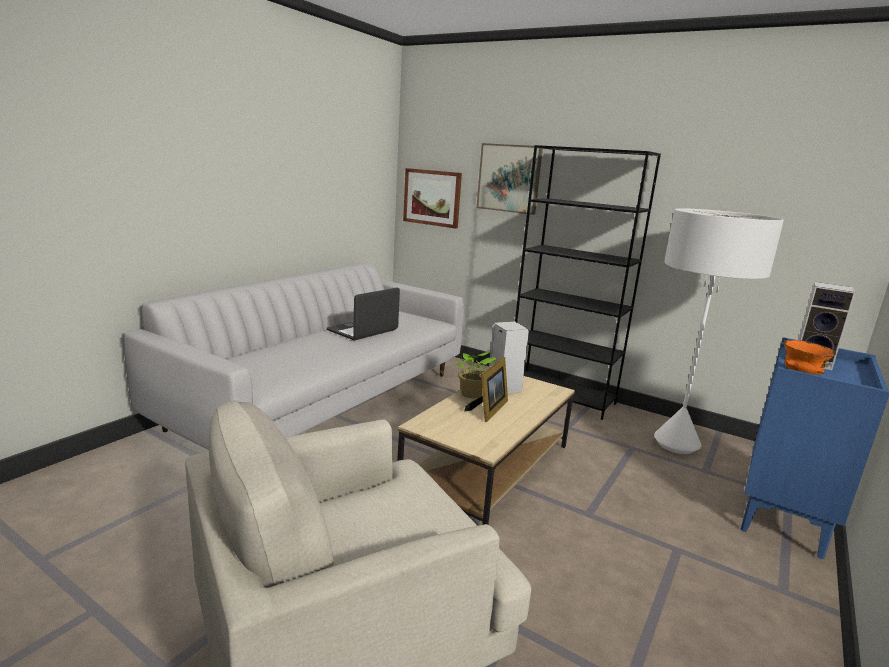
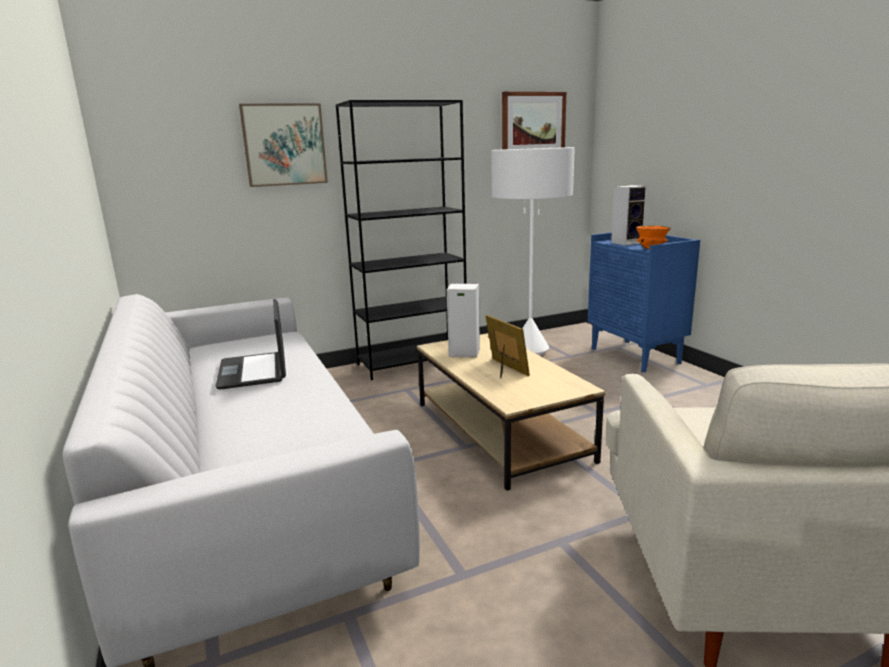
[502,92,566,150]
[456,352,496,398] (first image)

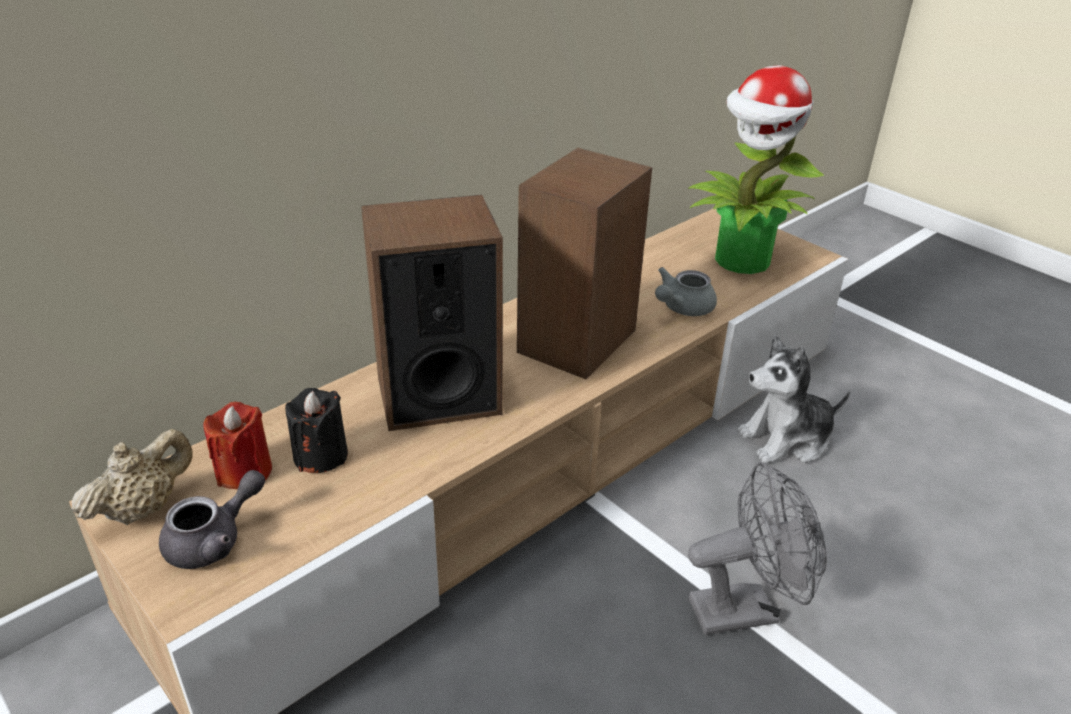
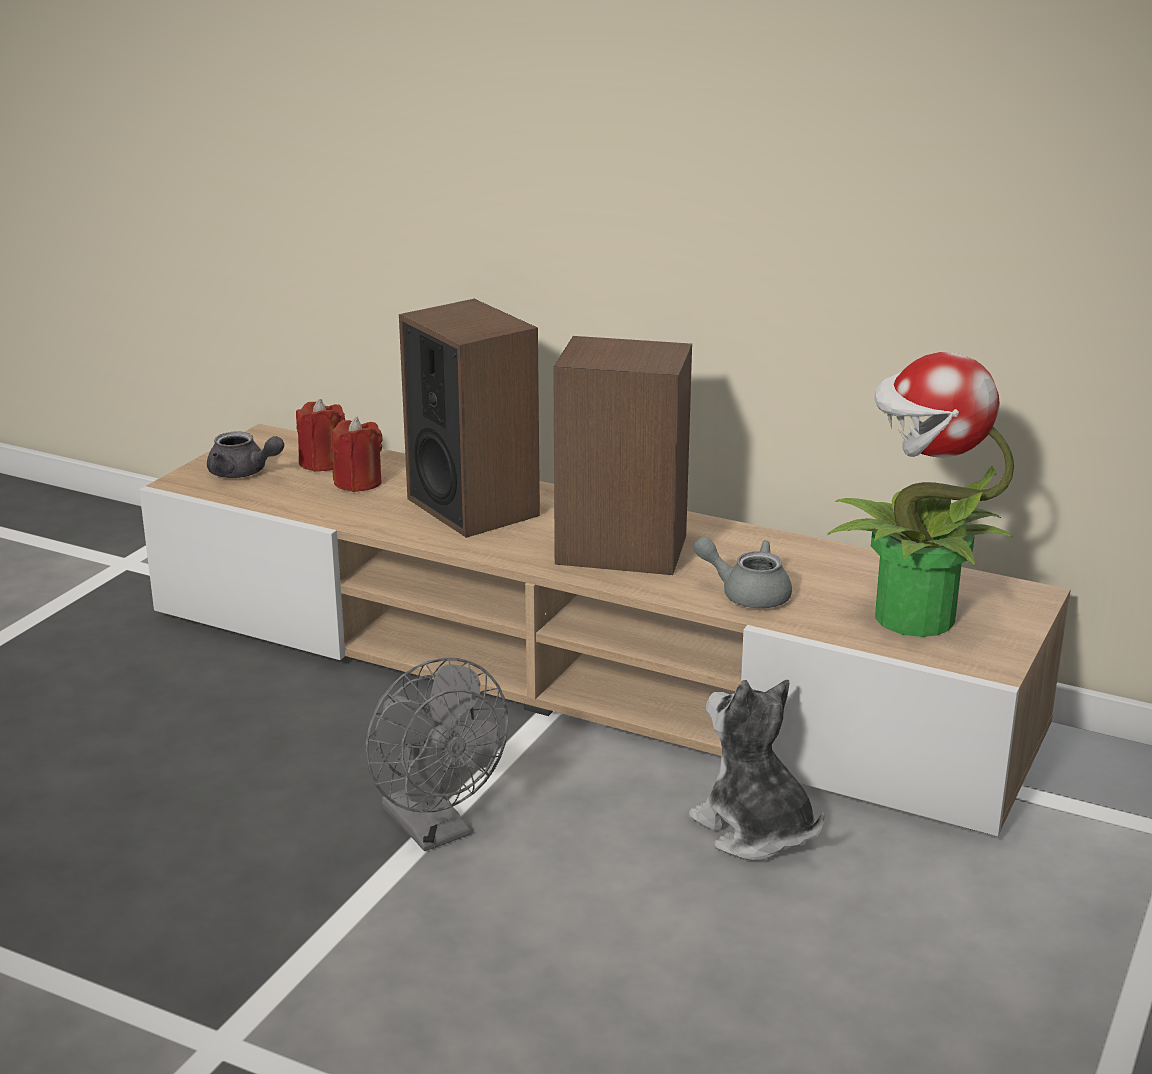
[331,417,383,492]
[72,429,193,525] (first image)

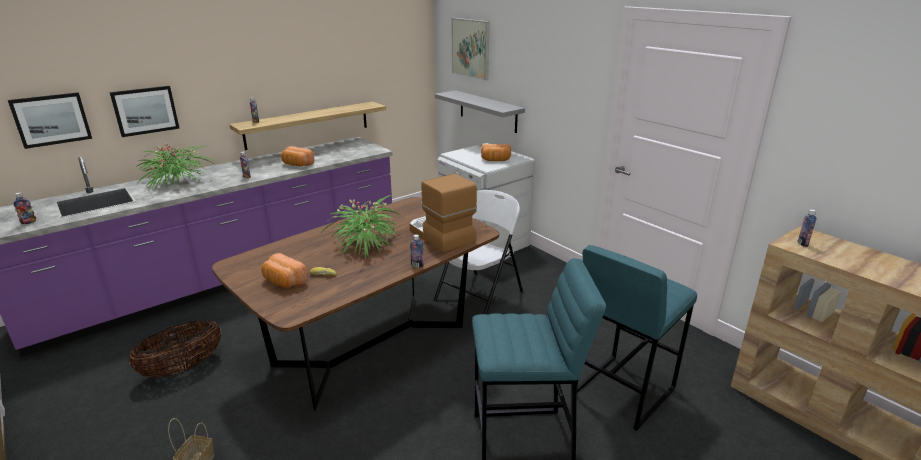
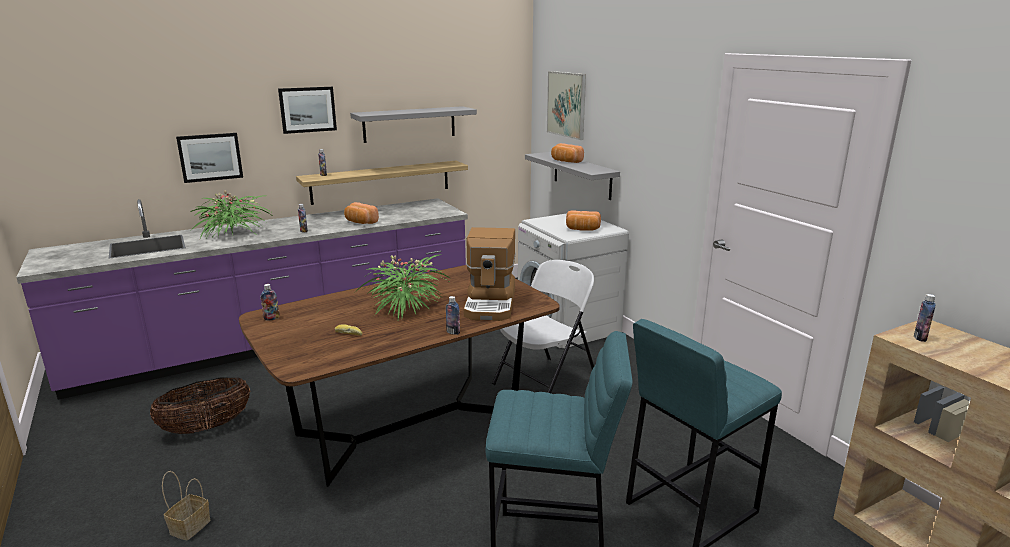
[260,284,279,321]
[278,87,337,134]
[350,106,477,143]
[464,227,516,321]
[551,143,584,163]

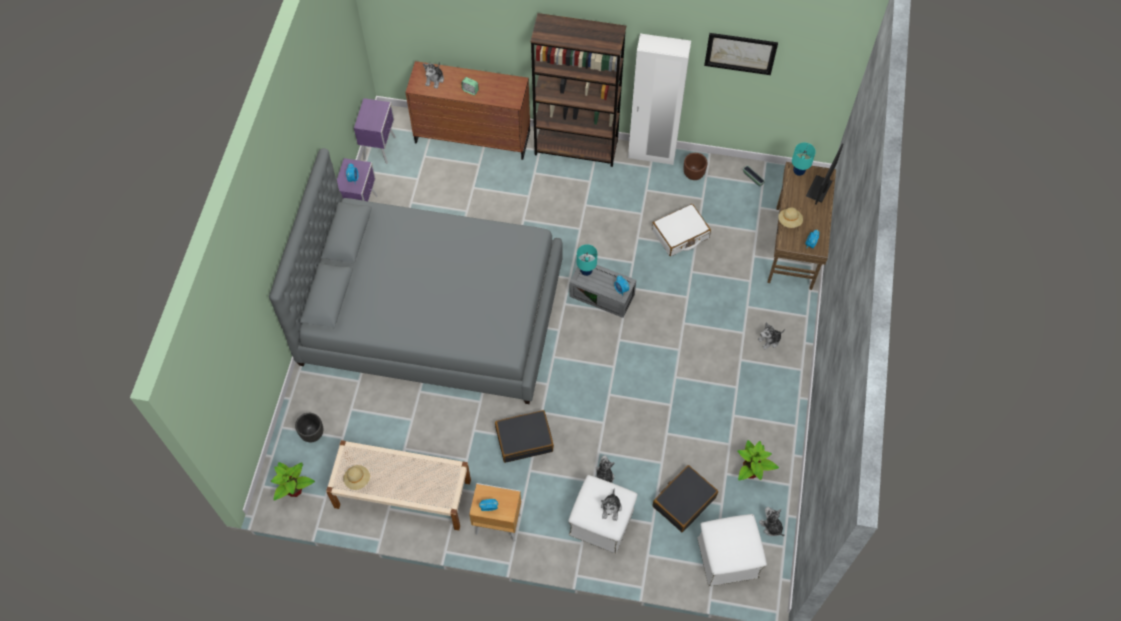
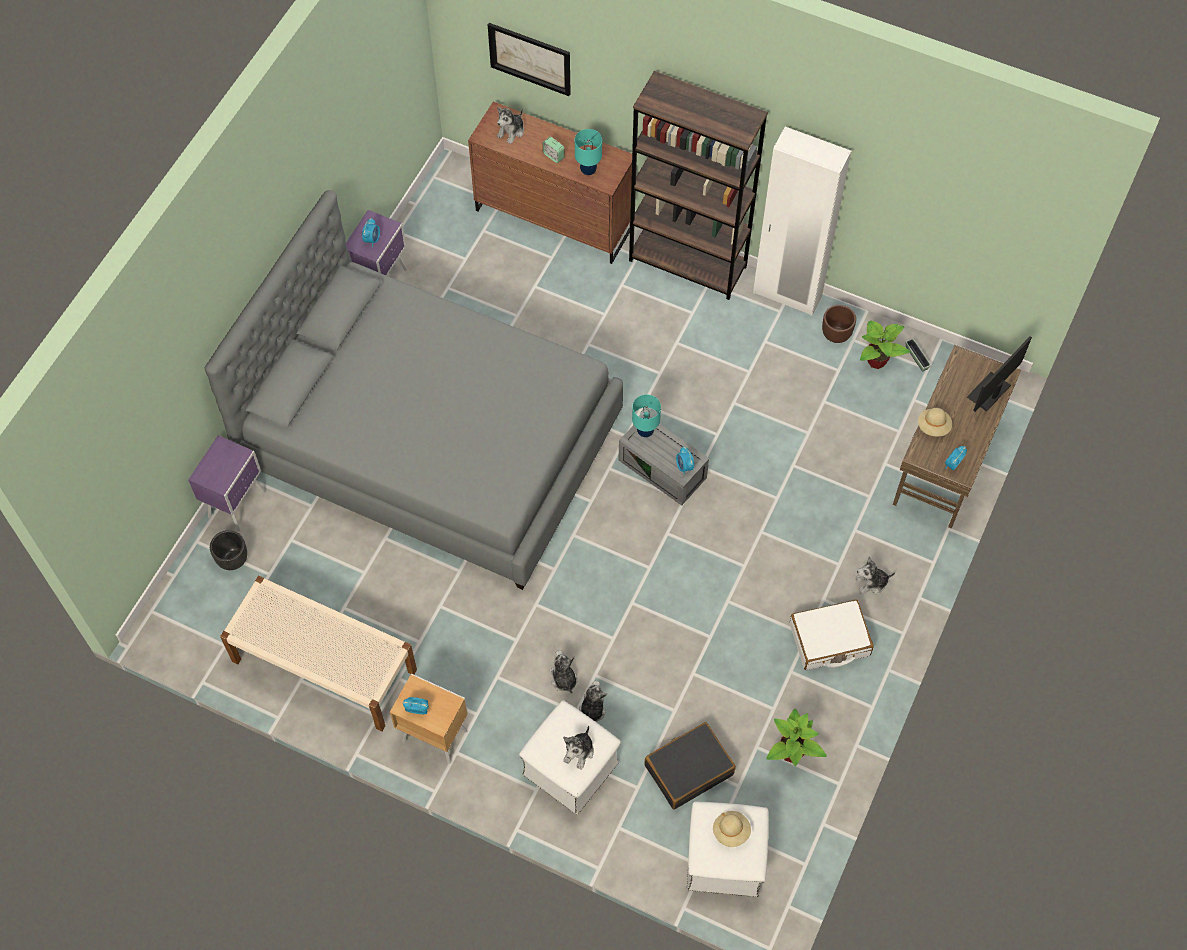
[188,435,265,531]
[488,23,571,96]
[550,650,578,693]
[575,129,602,175]
[713,811,751,847]
[790,599,874,670]
[860,320,910,369]
[495,410,554,463] (first image)

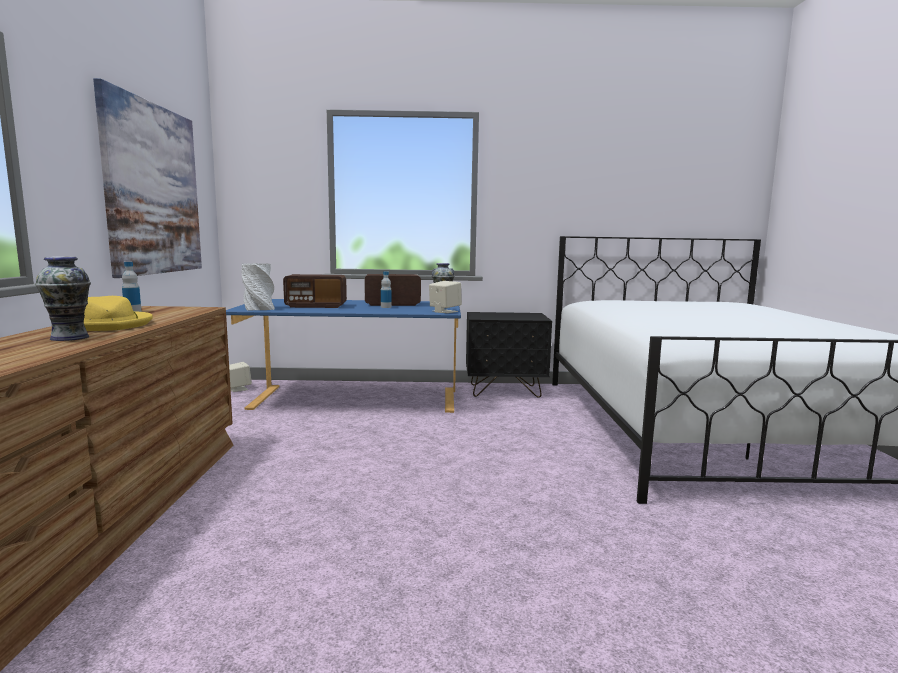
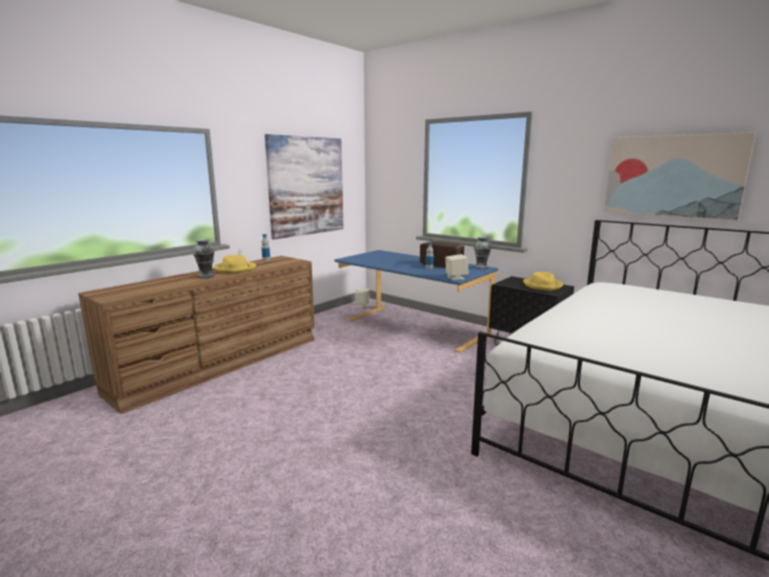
[523,272,563,291]
[604,132,756,220]
[242,263,275,311] (first image)
[283,274,347,308] (first image)

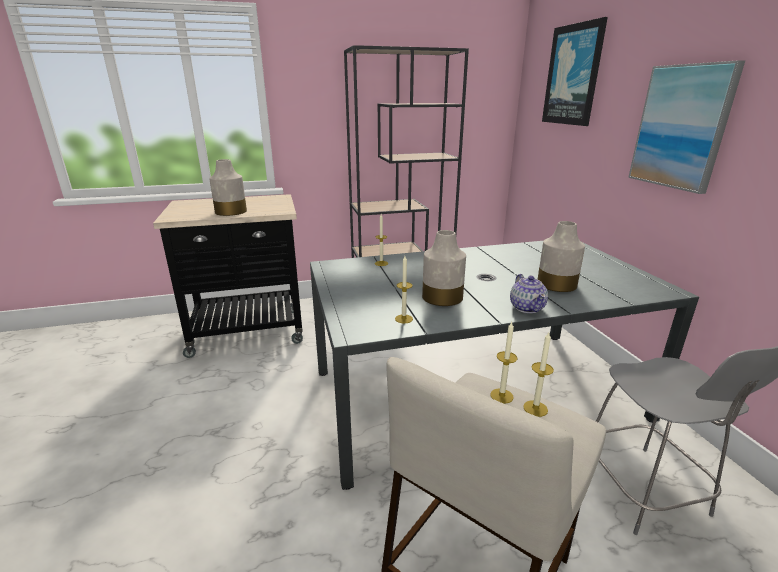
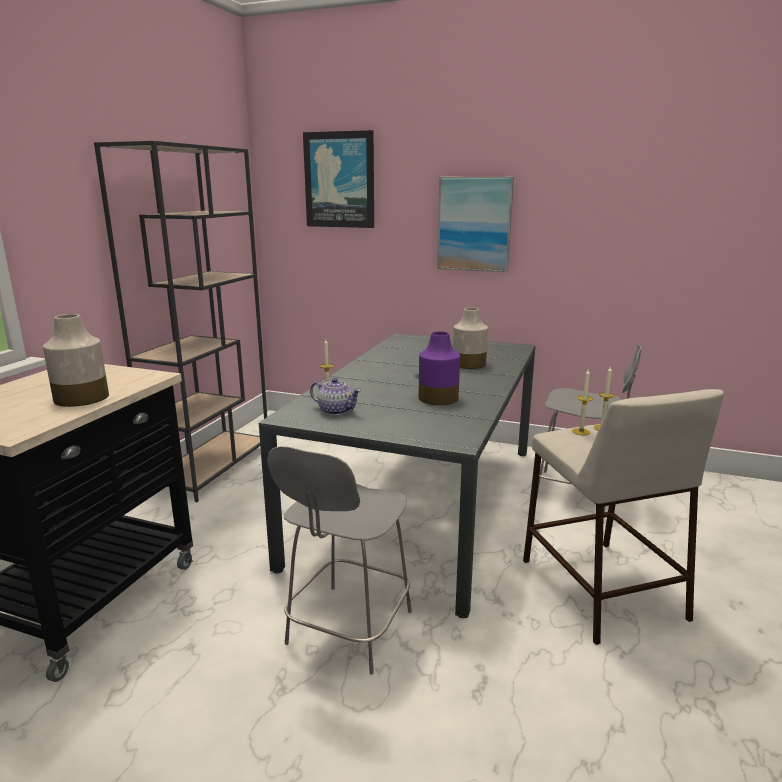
[267,446,412,675]
[310,378,361,415]
[418,331,460,405]
[395,256,413,323] (first image)

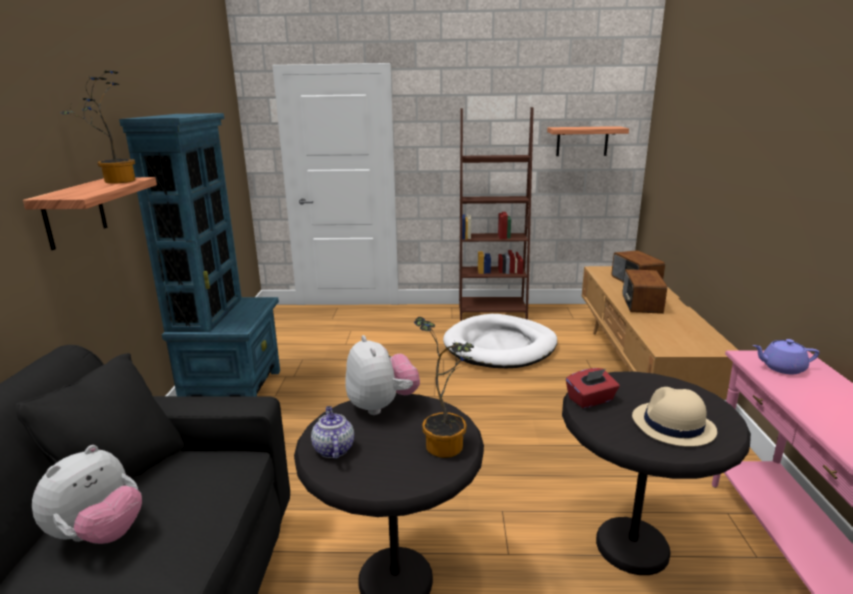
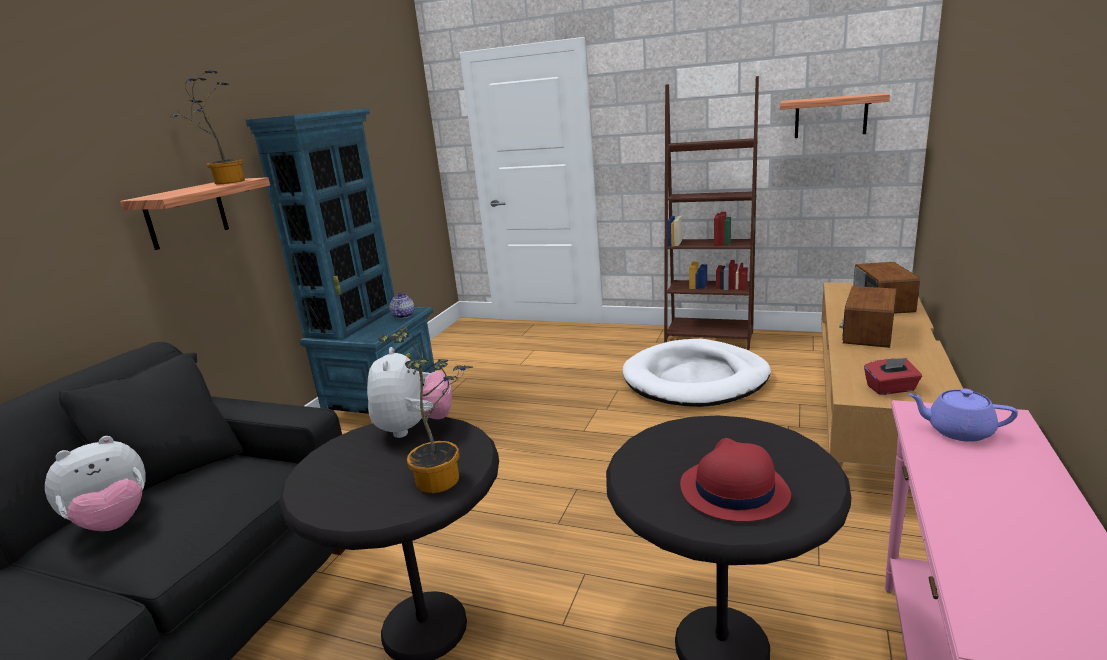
[389,293,414,319]
[680,438,791,522]
[864,358,922,395]

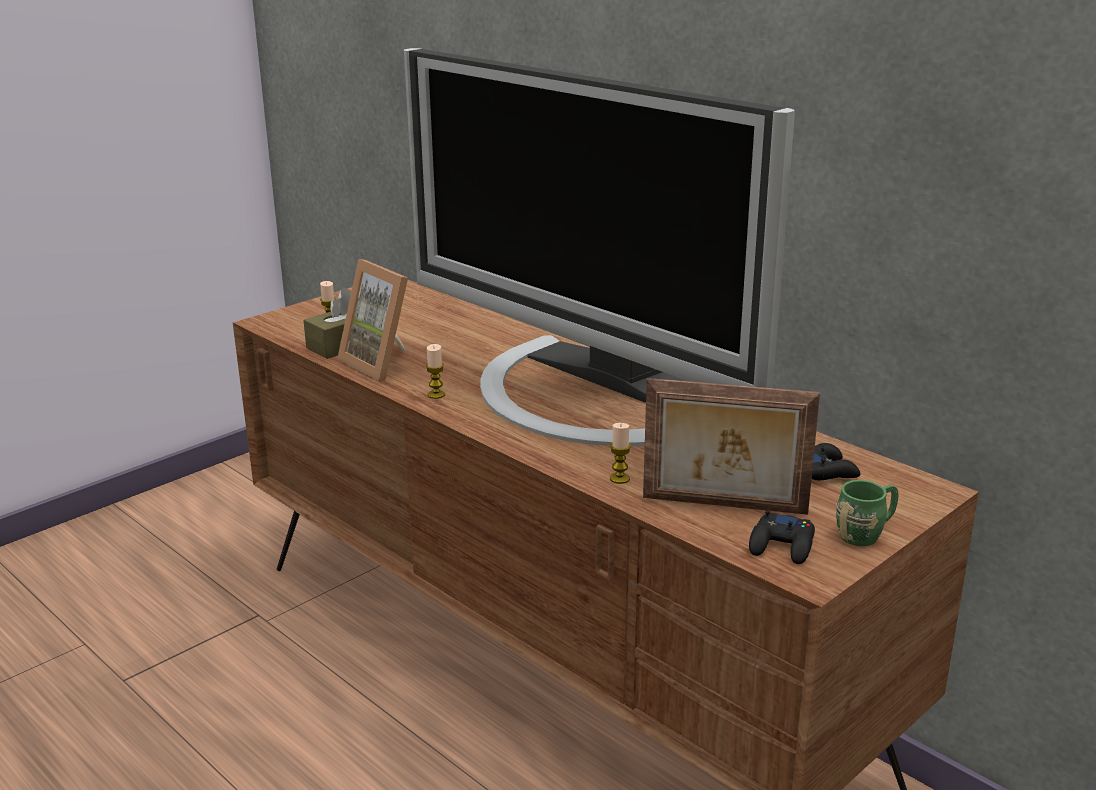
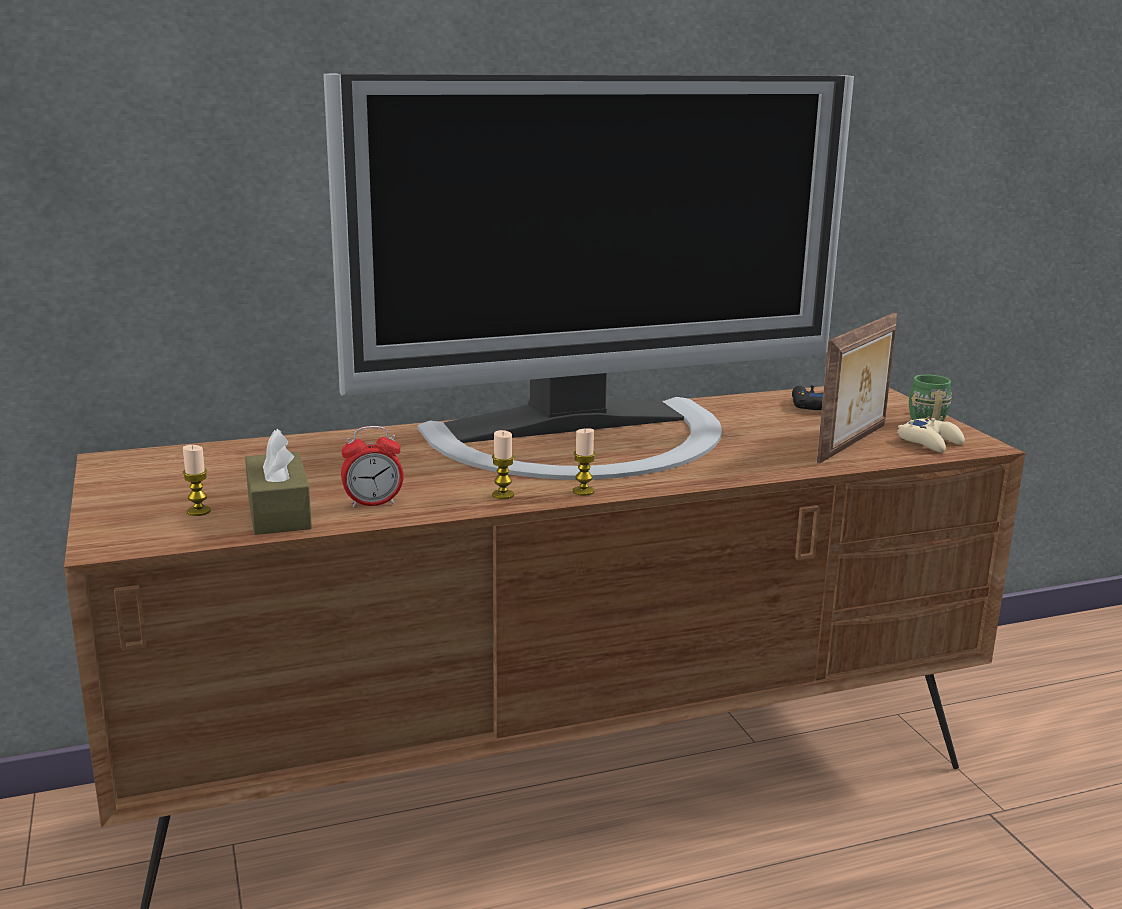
[341,426,404,508]
[573,428,596,495]
[897,418,965,452]

